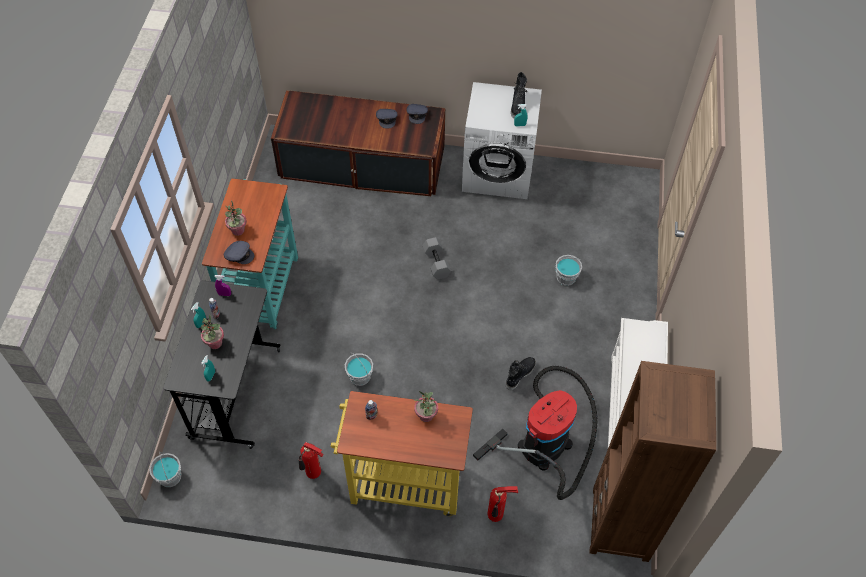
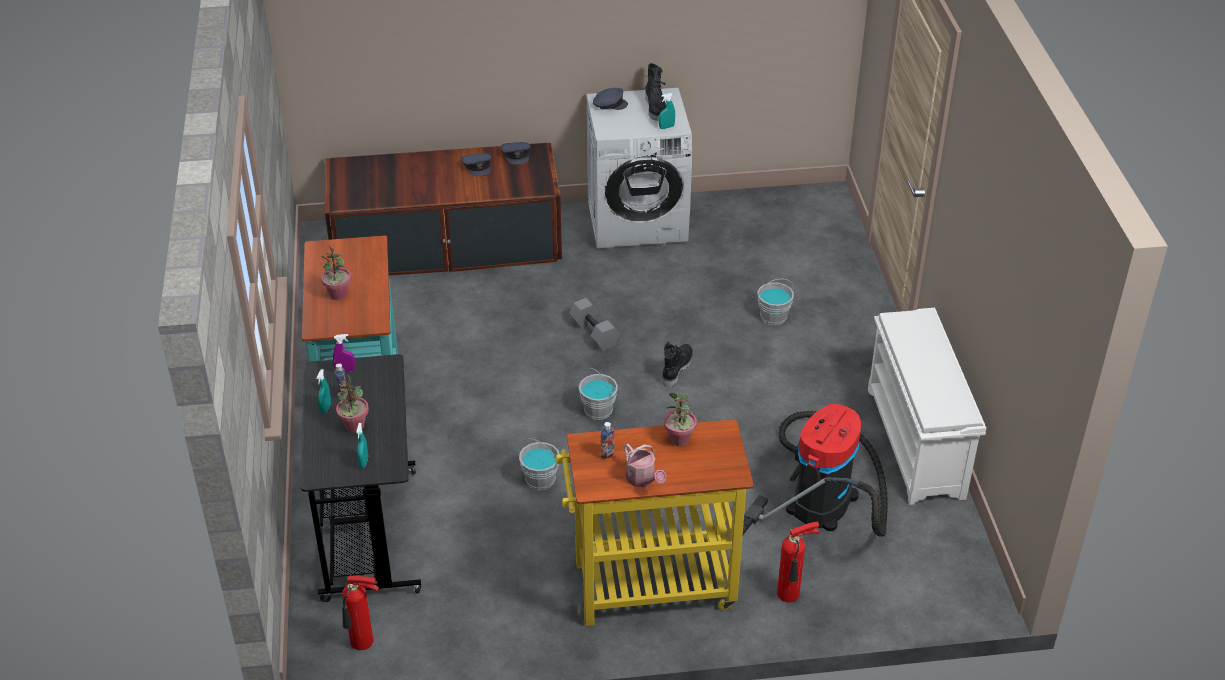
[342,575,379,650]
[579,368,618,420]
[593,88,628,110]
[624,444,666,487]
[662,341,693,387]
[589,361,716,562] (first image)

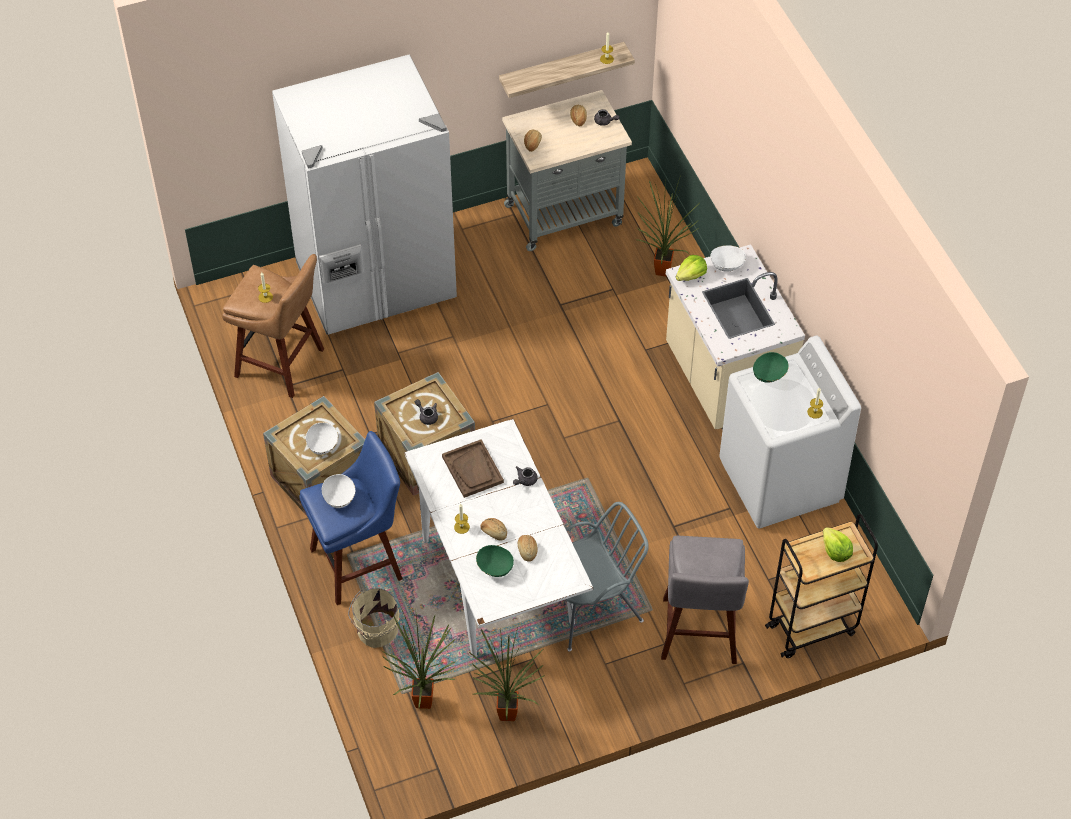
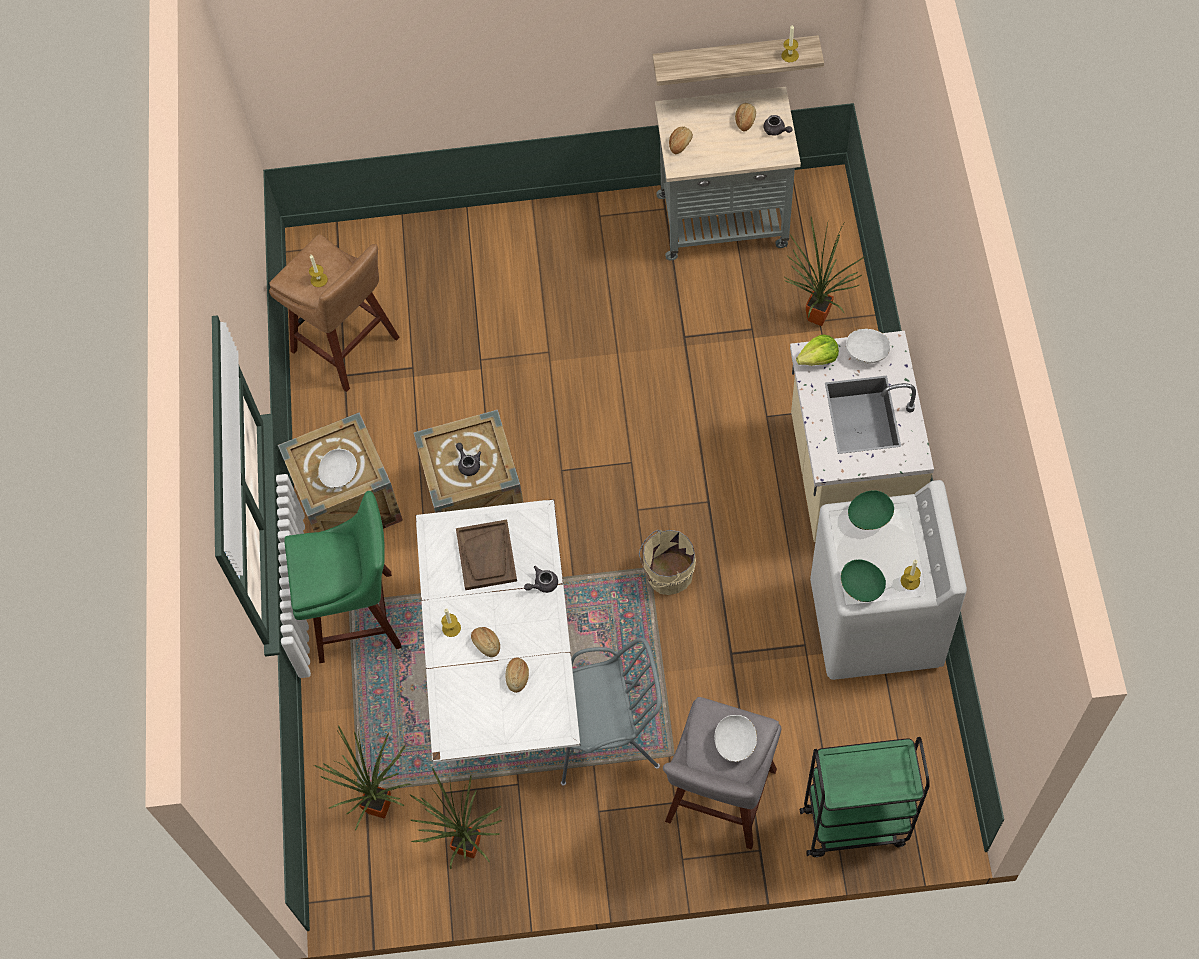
[285,491,401,663]
[639,530,696,595]
[714,714,757,762]
[799,737,930,857]
[841,559,886,602]
[272,55,457,335] (first image)
[823,527,853,562] (first image)

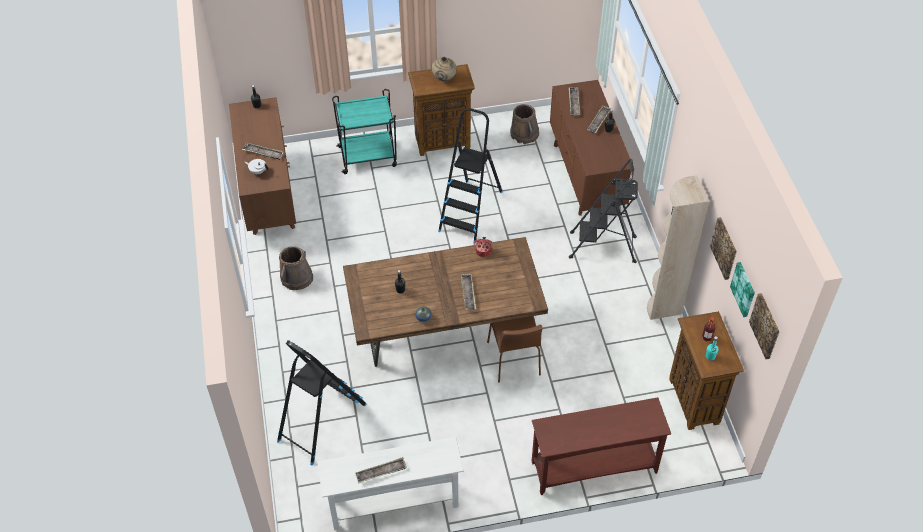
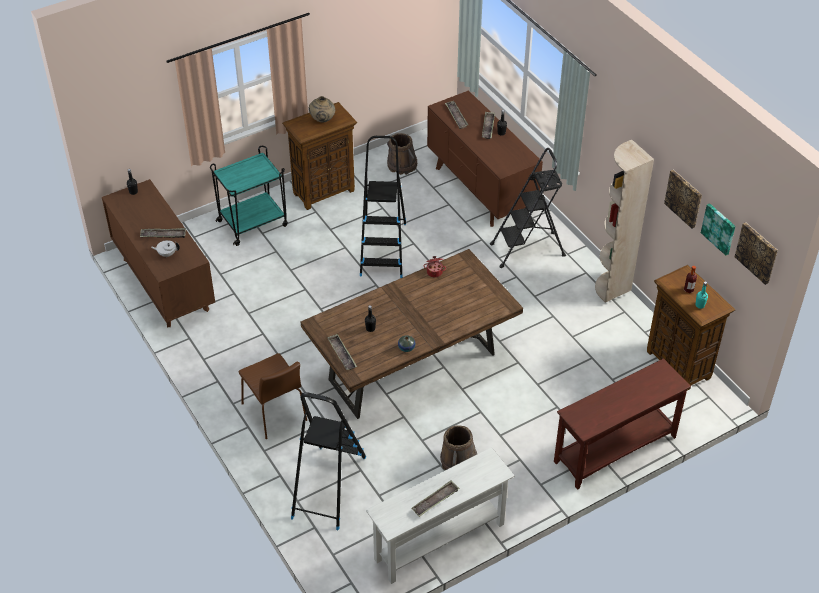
[239,353,307,439]
[327,334,357,370]
[440,425,477,470]

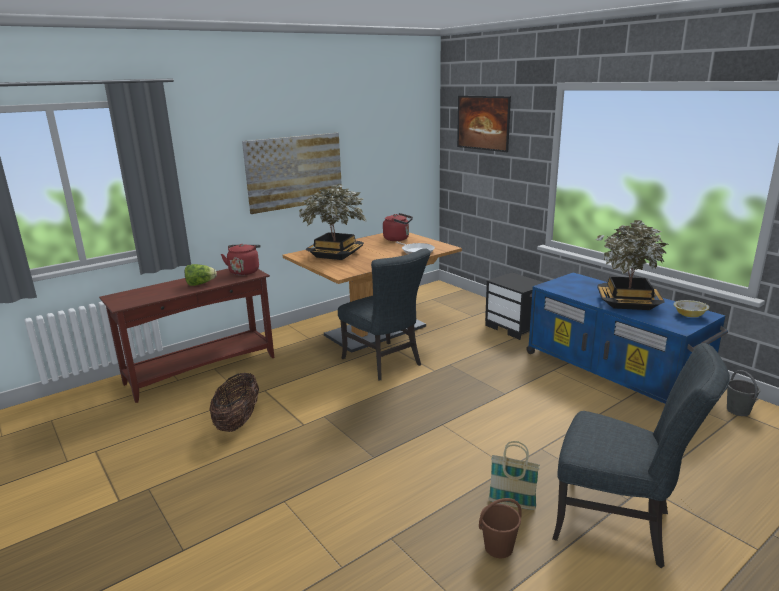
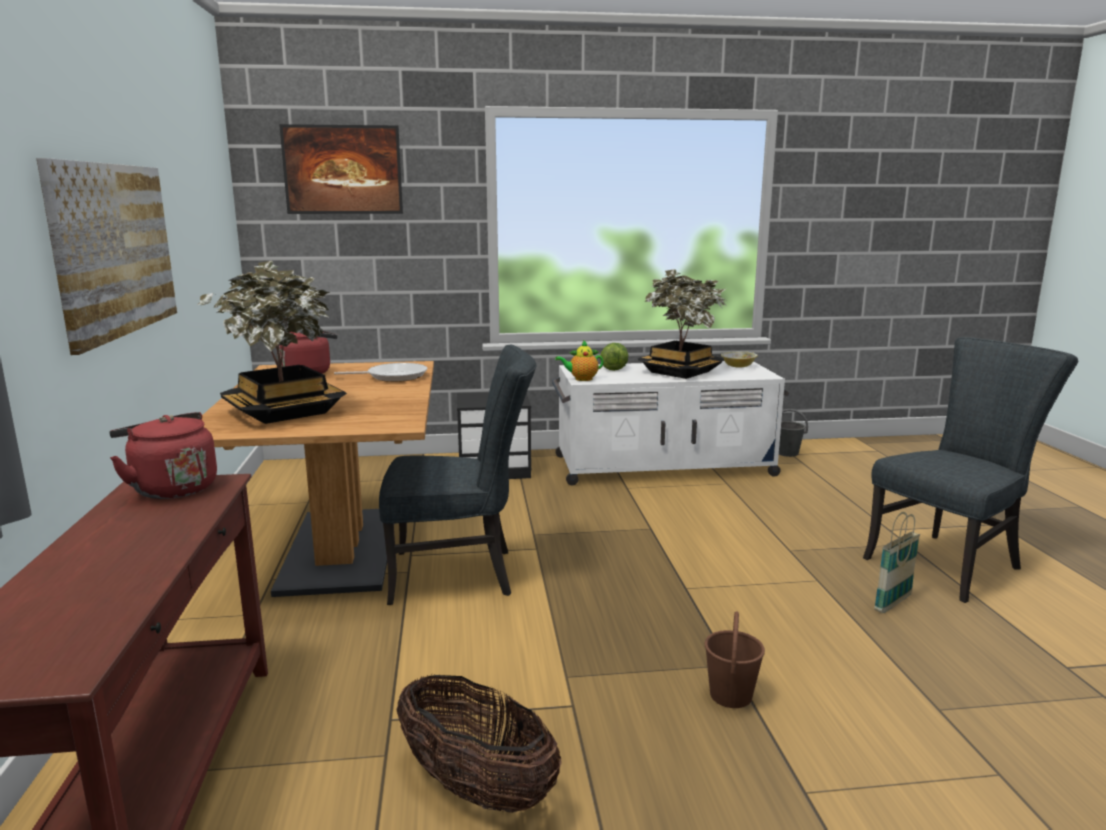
[552,361,789,485]
[555,340,604,381]
[600,343,628,371]
[705,611,765,708]

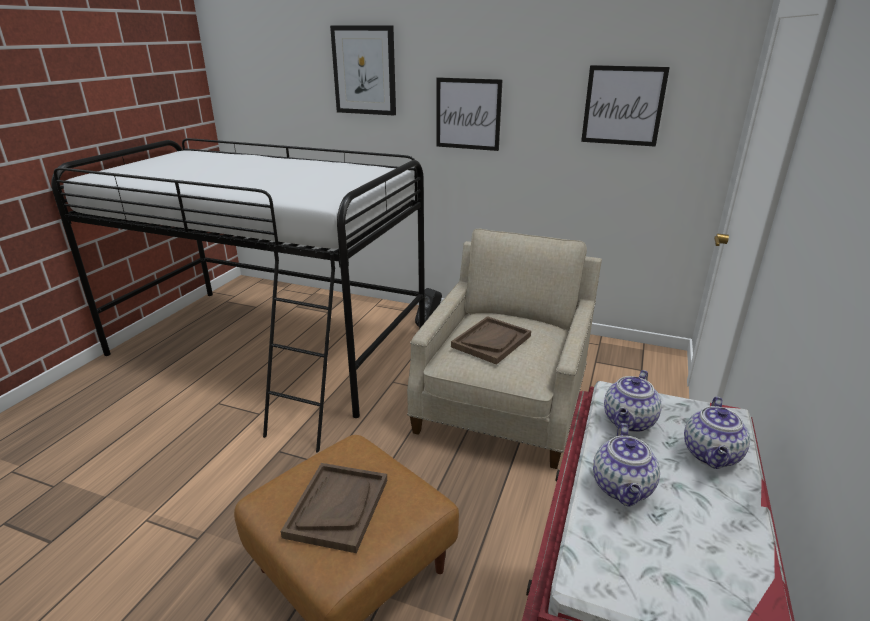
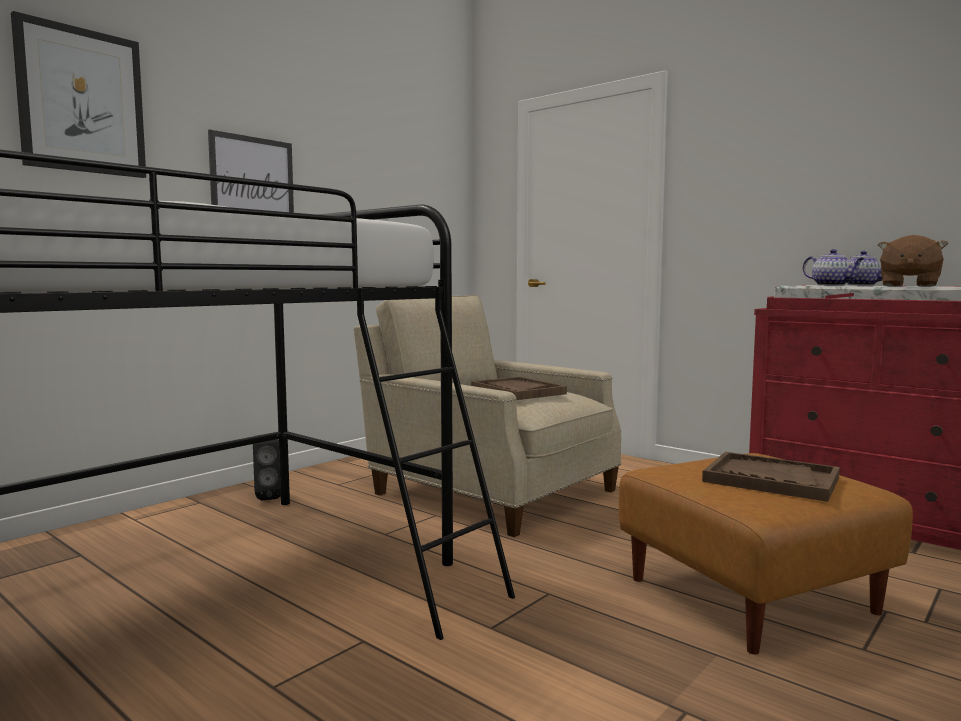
[878,235,949,287]
[581,65,670,147] (first image)

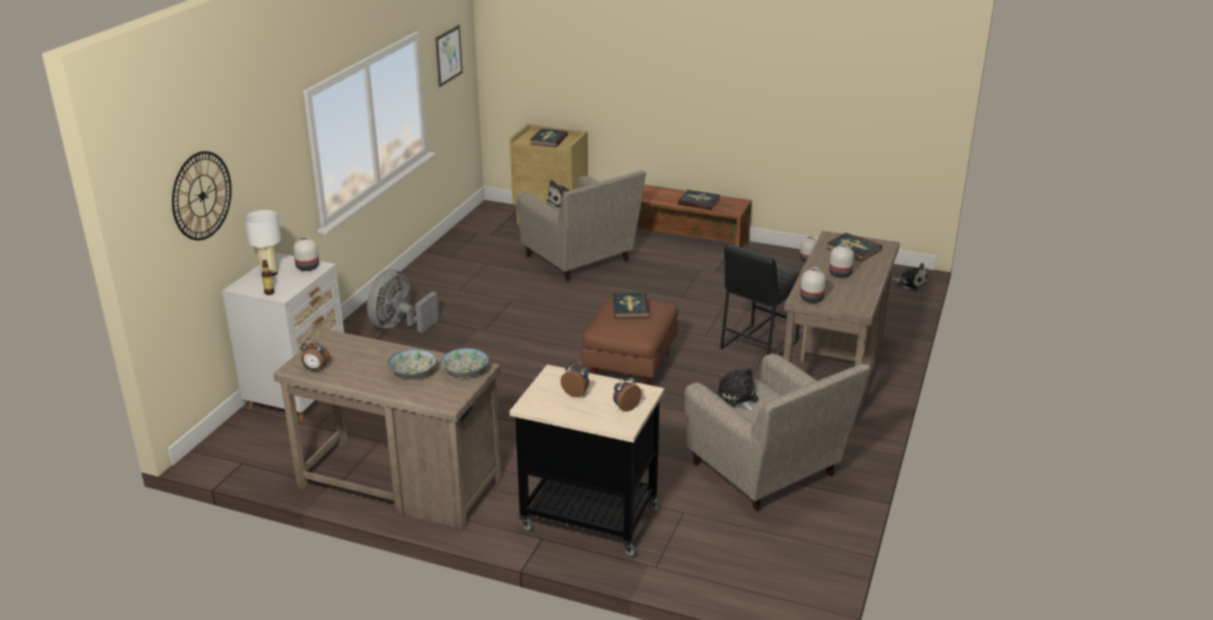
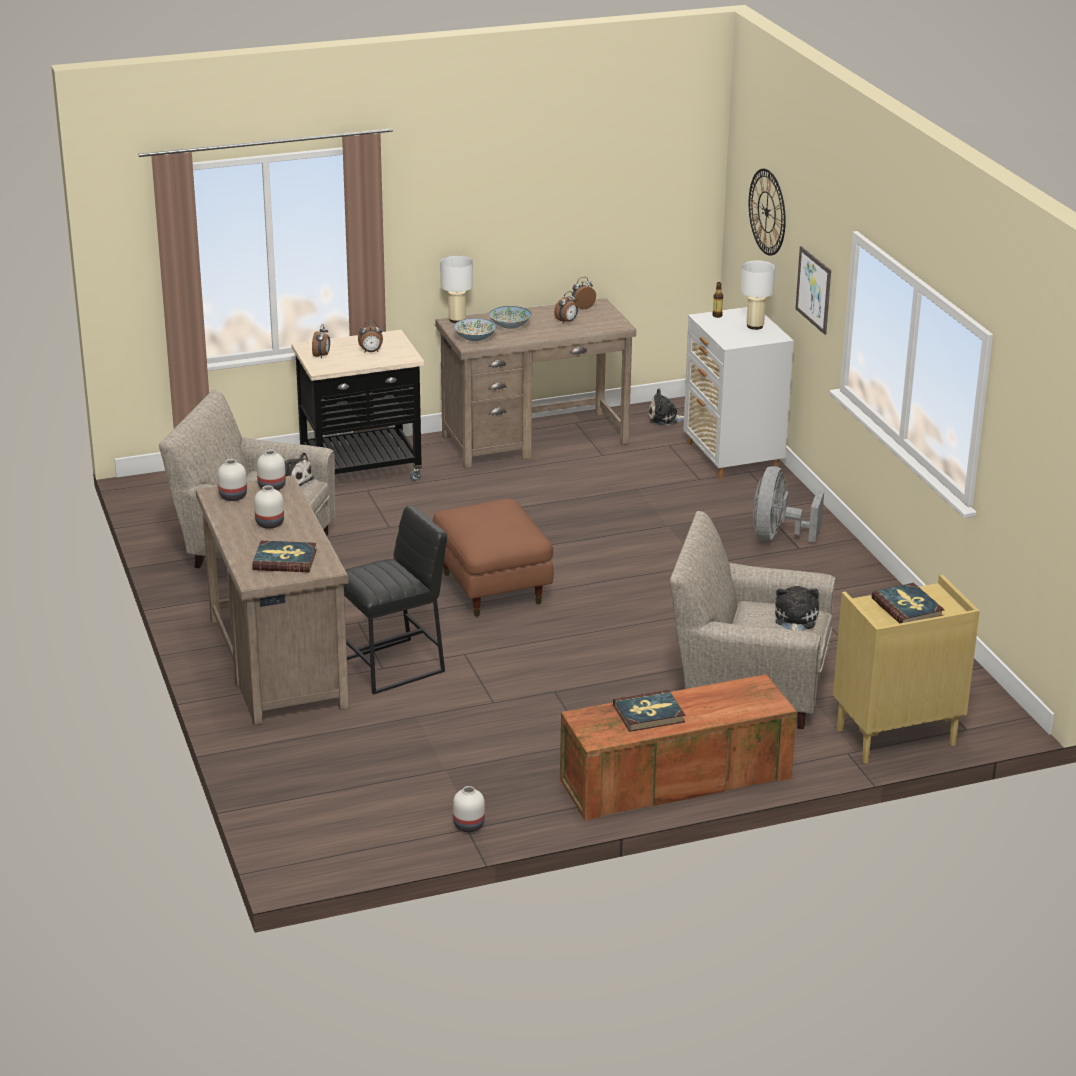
[217,459,247,501]
[344,506,447,695]
[440,255,473,323]
[554,291,578,324]
[649,388,684,425]
[753,466,824,543]
[795,246,831,335]
[613,293,650,319] (first image)

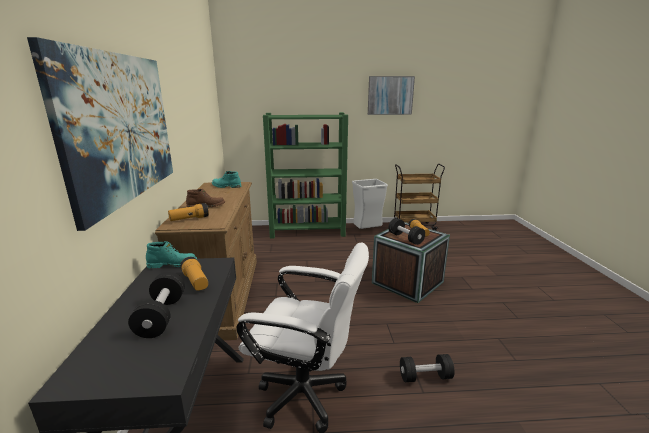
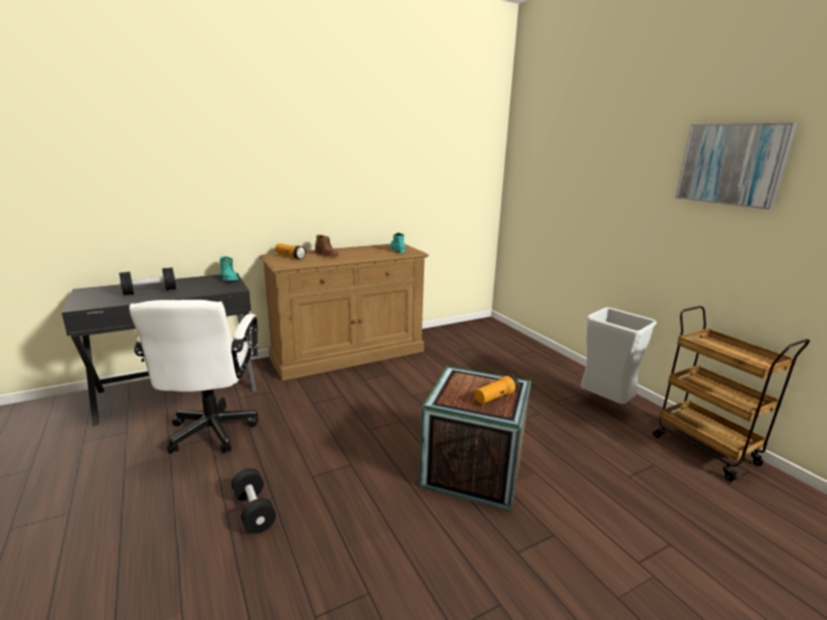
[27,37,173,231] (first image)
[180,257,208,291] (first image)
[263,112,348,239] (first image)
[388,218,425,245] (first image)

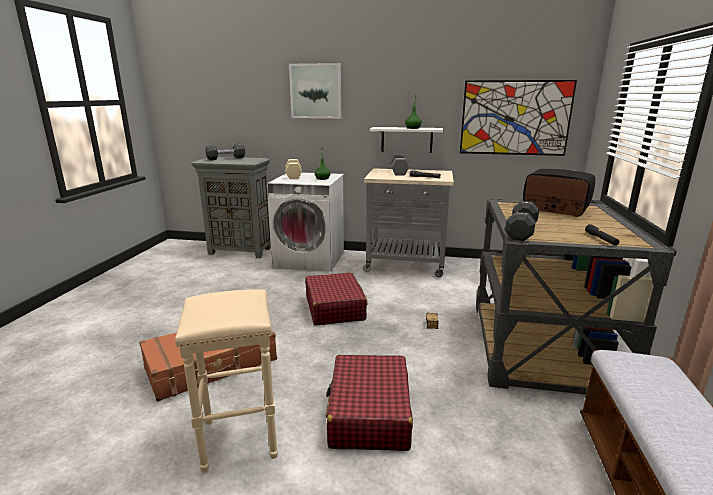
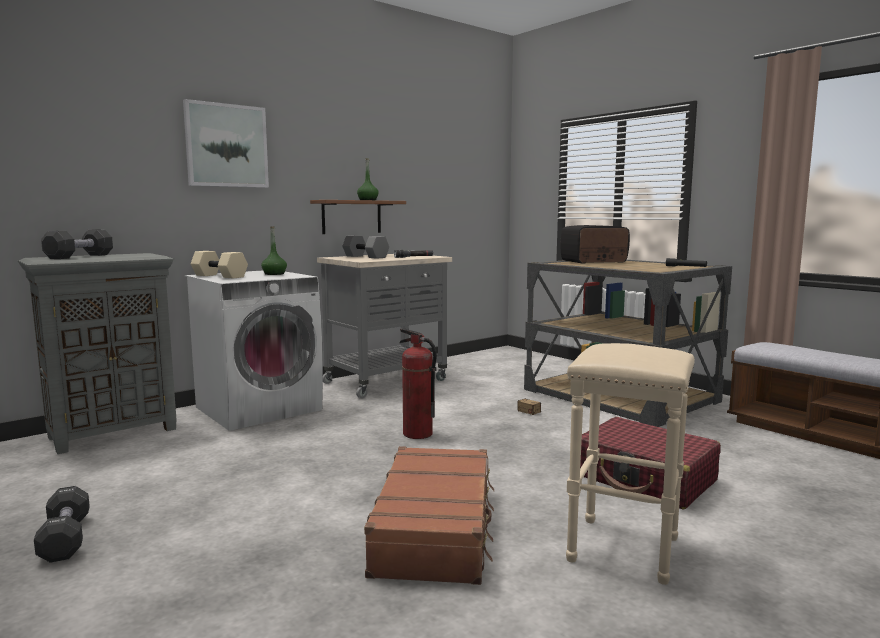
[34,486,90,563]
[310,200,406,234]
[400,328,437,439]
[460,80,577,156] (first image)

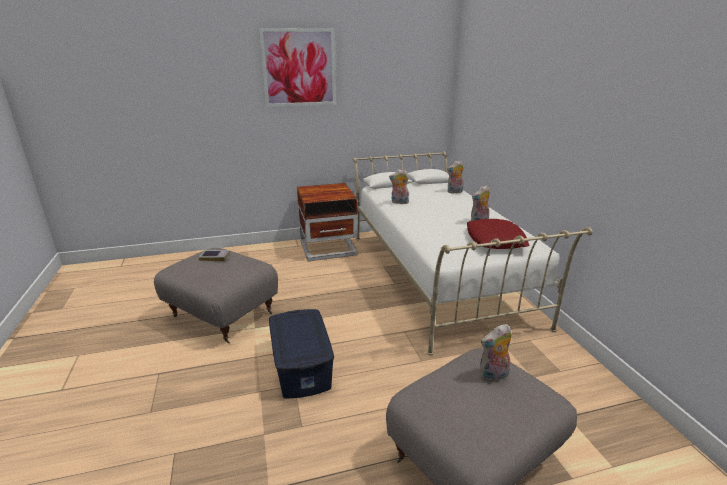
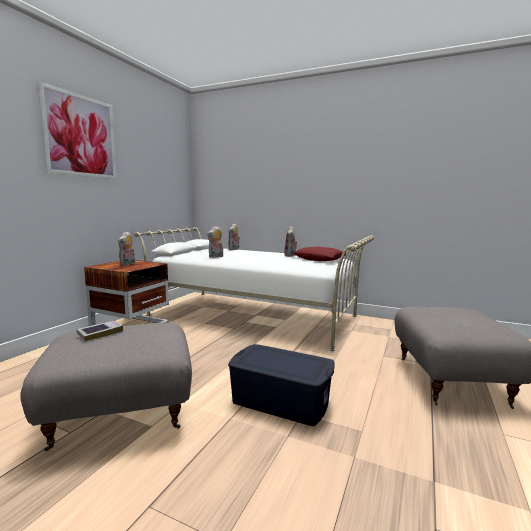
[118,232,135,266]

